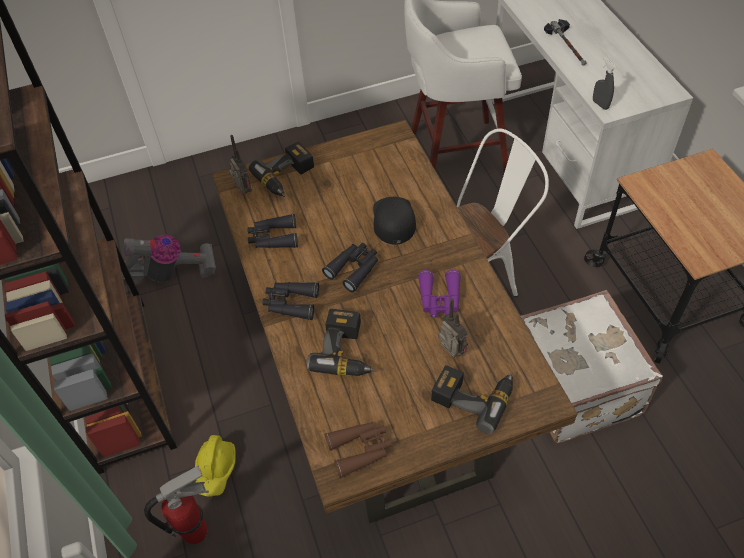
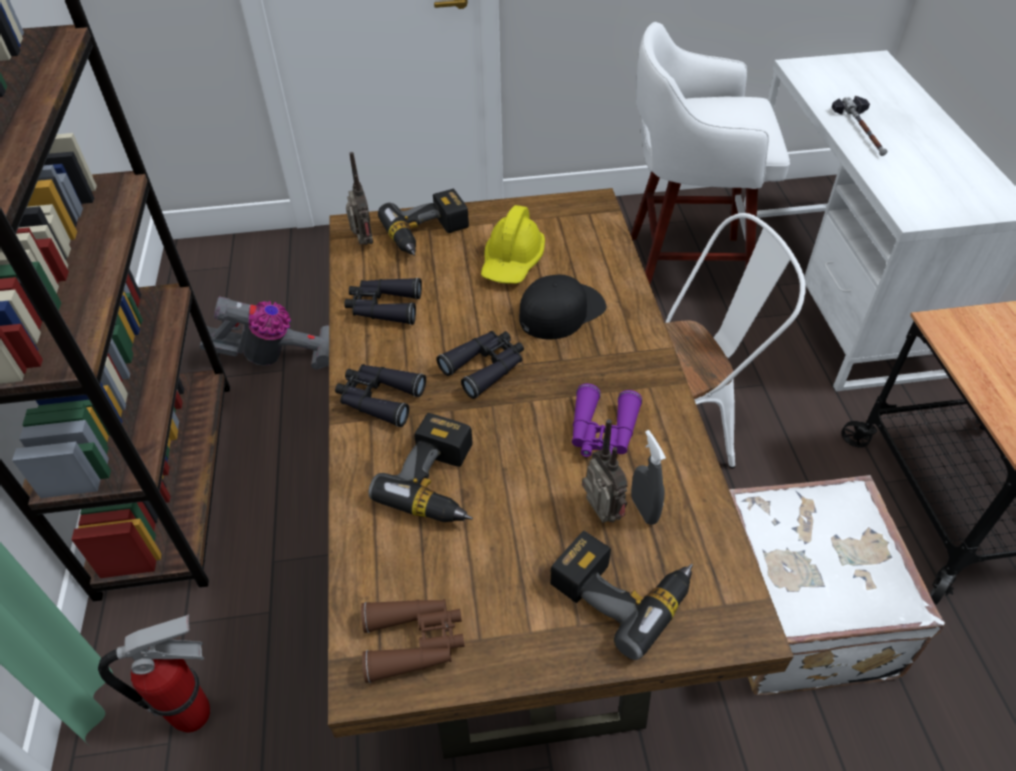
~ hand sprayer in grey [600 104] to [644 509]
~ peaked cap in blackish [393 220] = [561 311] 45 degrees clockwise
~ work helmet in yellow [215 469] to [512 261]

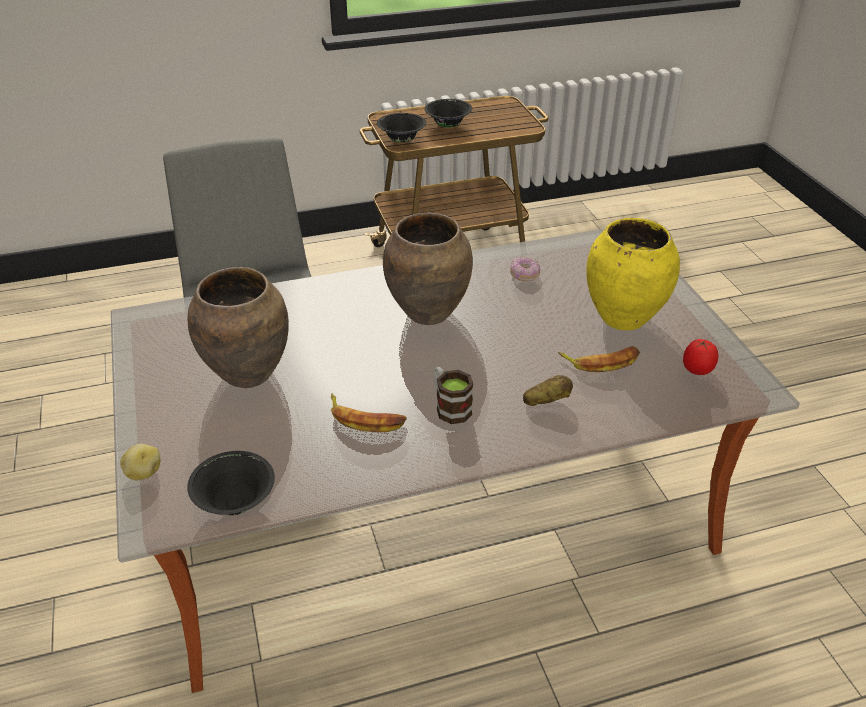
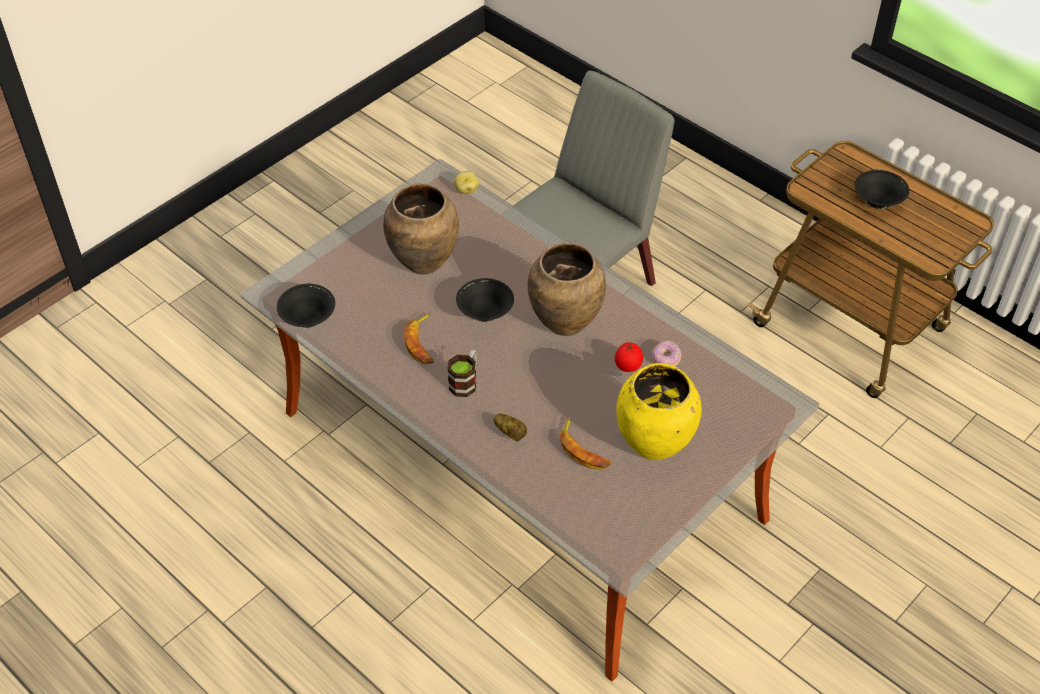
~ deep dish in blackish [402 140] to [485 314]
~ whole tomato [697 371] to [627 367]
~ whole potato [143 473] to [466 189]

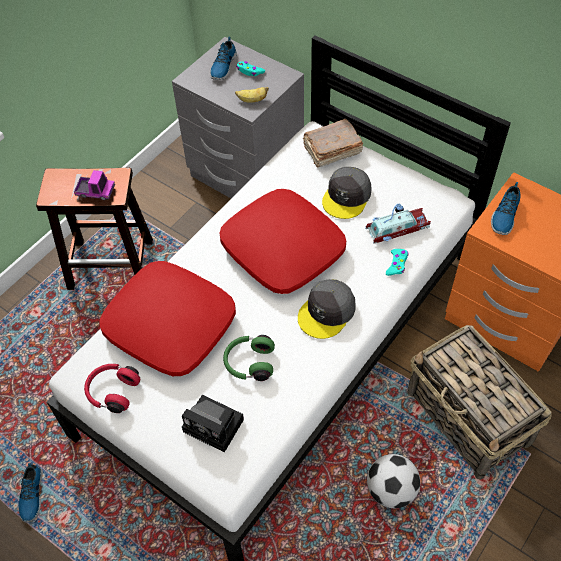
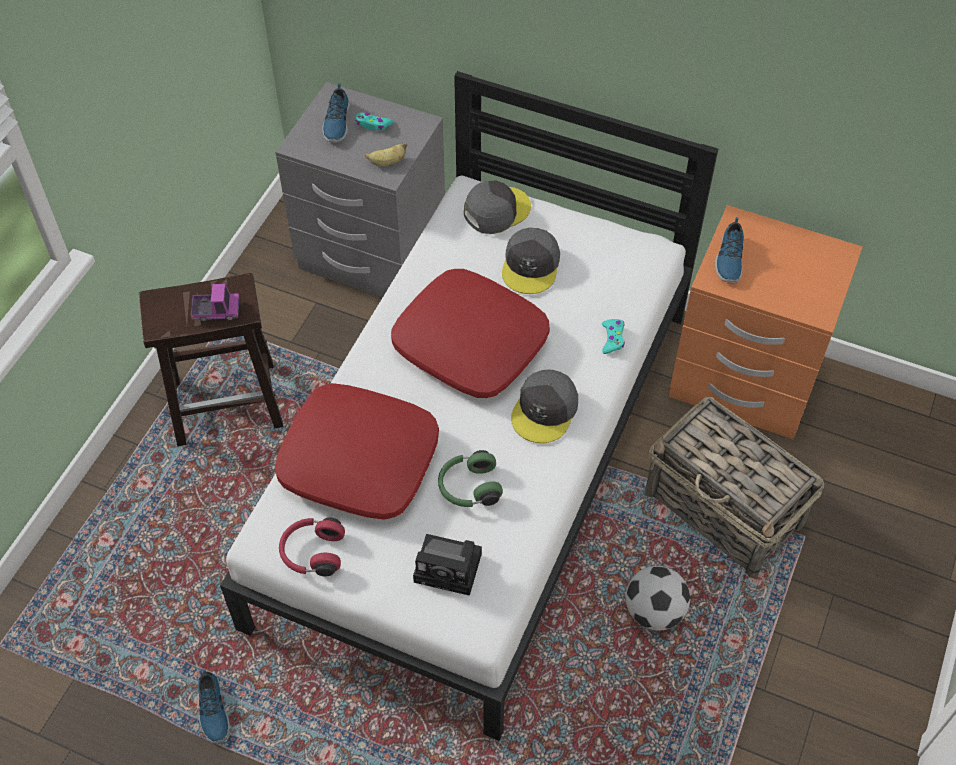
~ volume in brown [331 151] to peaked cap in grey [496 210]
- toy car [396 227]

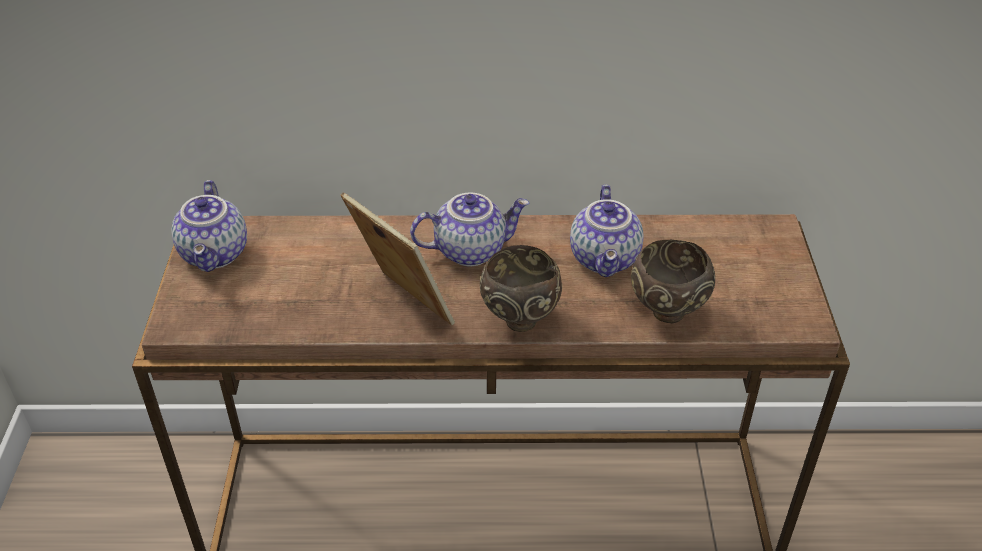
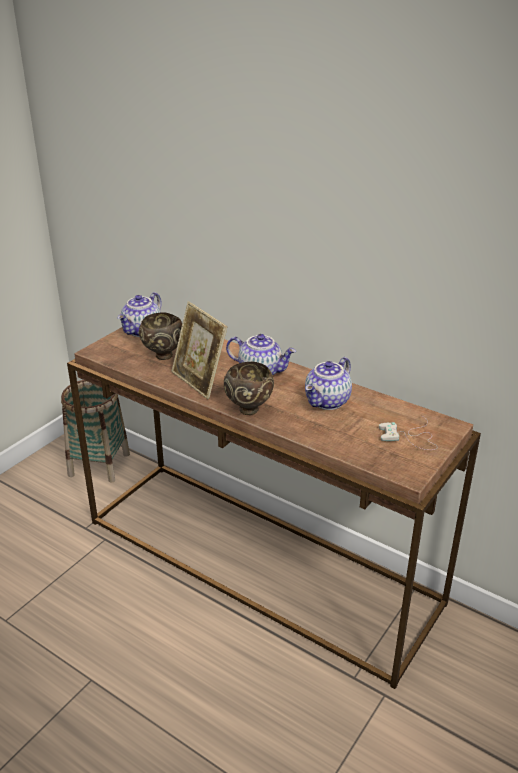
~ picture frame [402 306] = [199 381] 150 degrees clockwise
~ deep dish in brown [665 313] to [162 355]
+ household basket [99 464]
+ game controller in whitish [410 437]

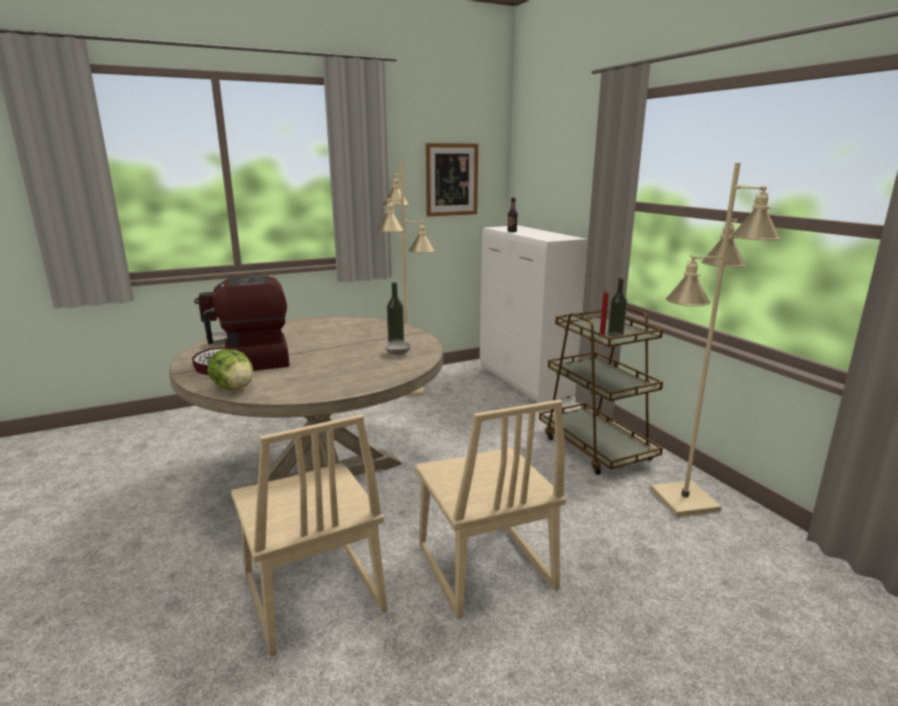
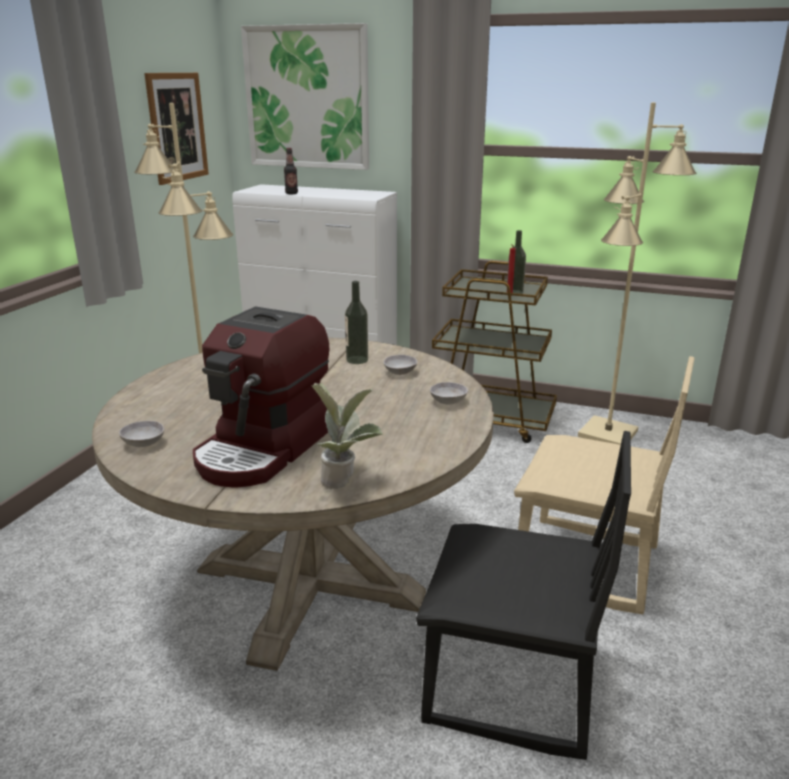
~ lettuce [234 388] to plant in a pot [345 481]
~ upright chair in beige [311 595] to upright chair in blackish [511 687]
+ wall art [307 98]
+ deep dish in grey [448 401]

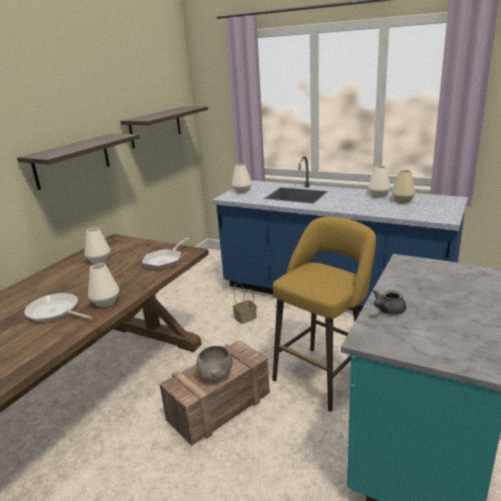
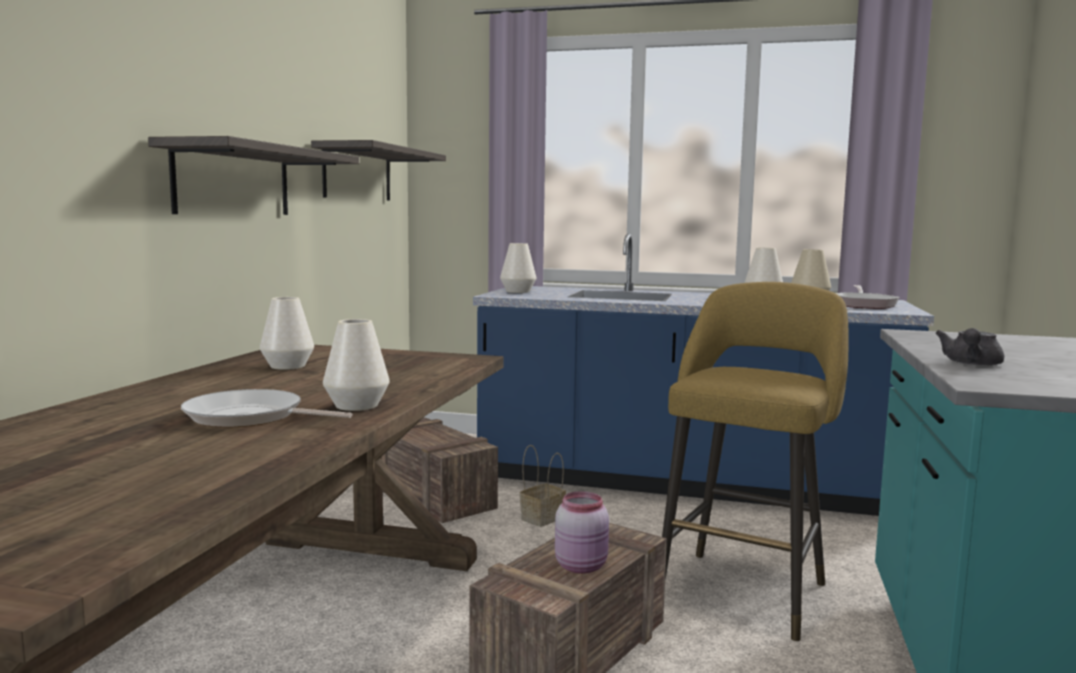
~ pan [165 261] to [863 305]
~ deep dish in grey [215 375] to preserve jar in pink [582 566]
+ shipping crate [434 498]

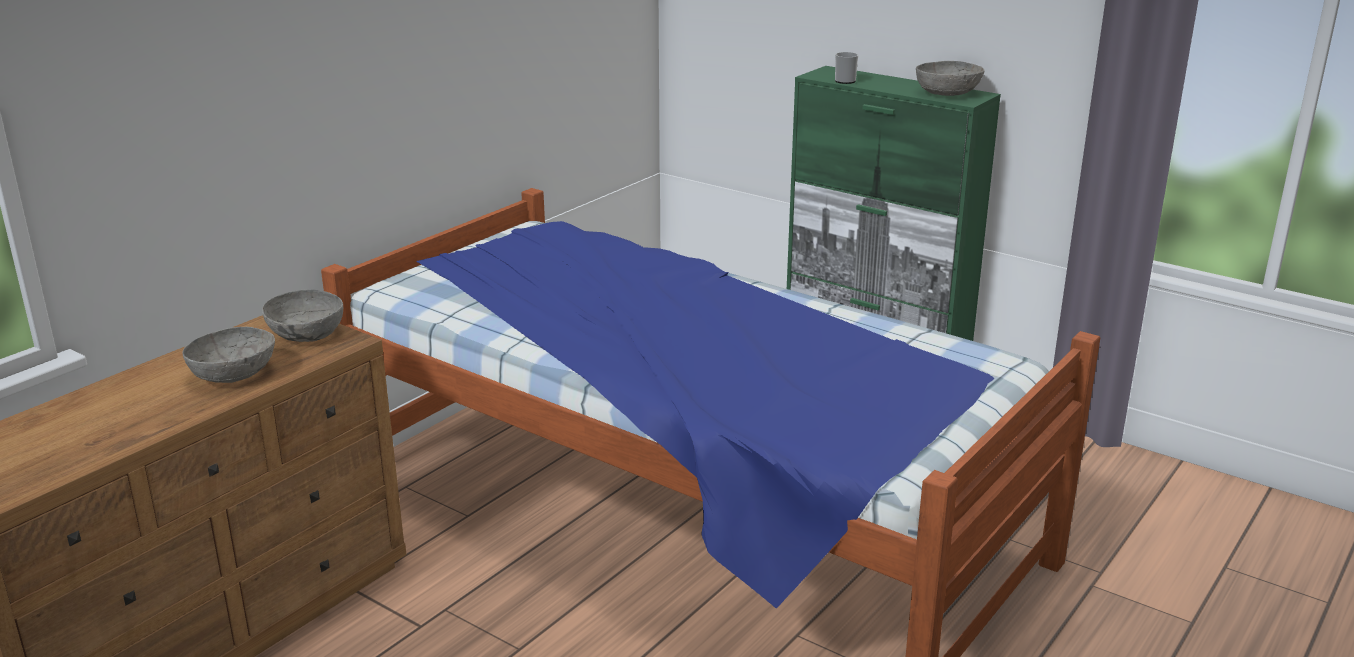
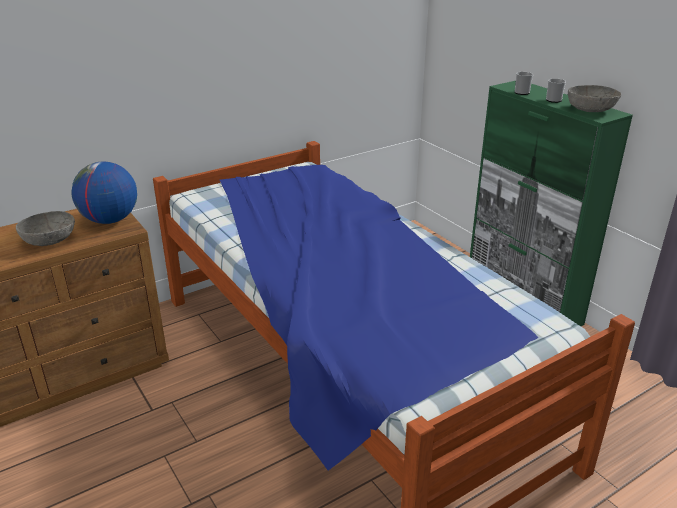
~ deep dish in grey [306 334] to globe [109 220]
+ mug [552 99]

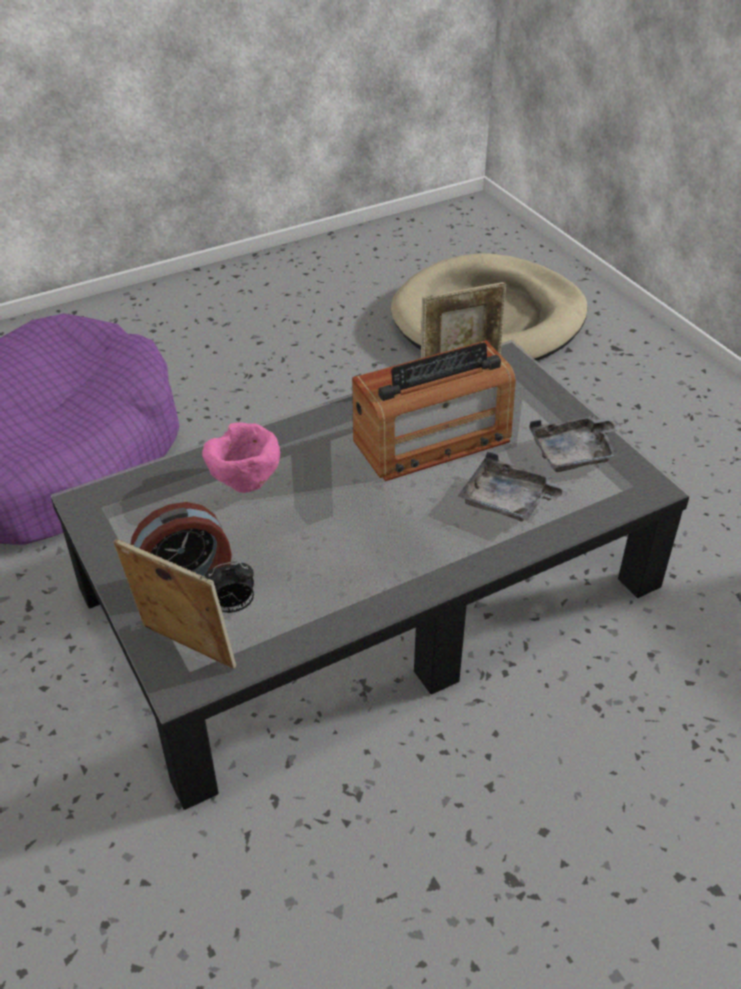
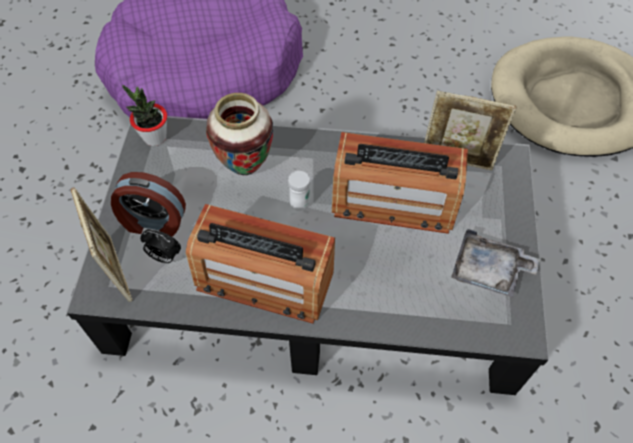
~ deep dish in pink [244 483] to flower vase [245 167]
- carrying tray in grey [509 501]
+ plant in a pot [154 137]
+ mug in whitish [301 200]
+ radio set [264 280]

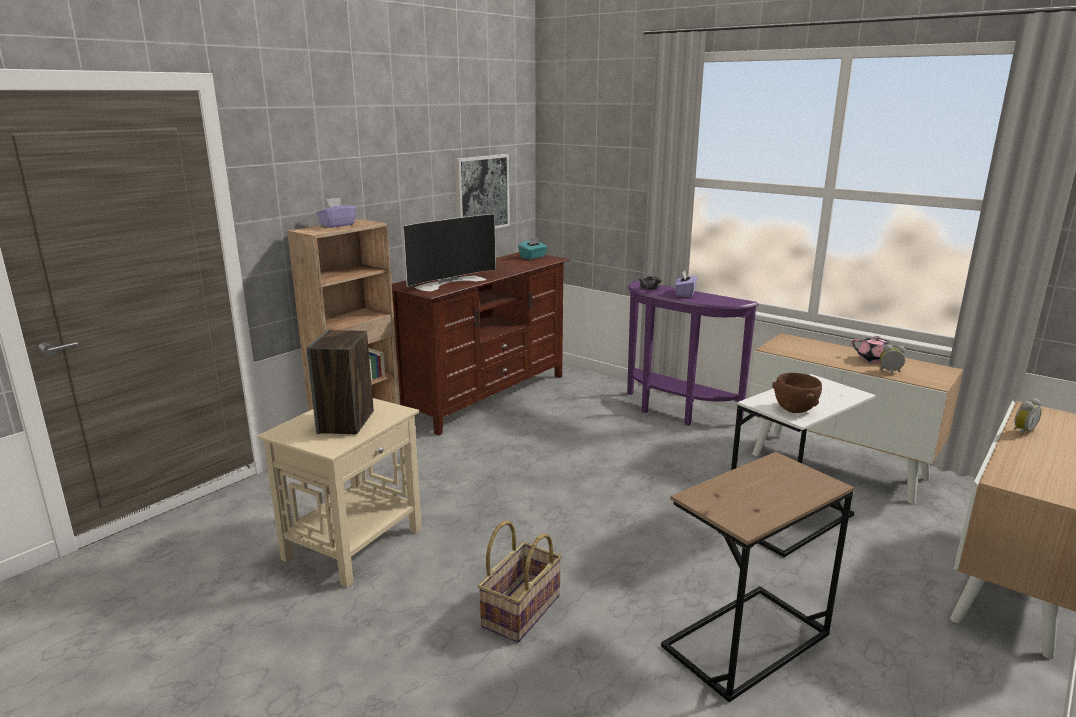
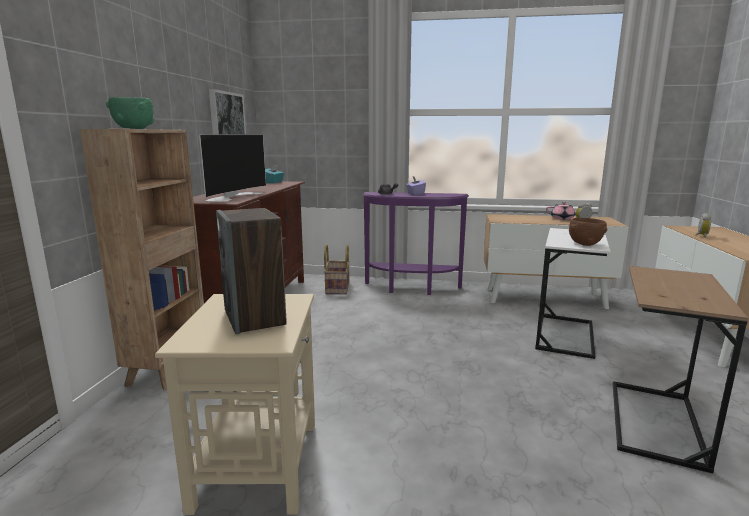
~ box of tissues in purplish [337 225] to deep dish in green [134 128]
~ household basket [520 610] to [337 288]

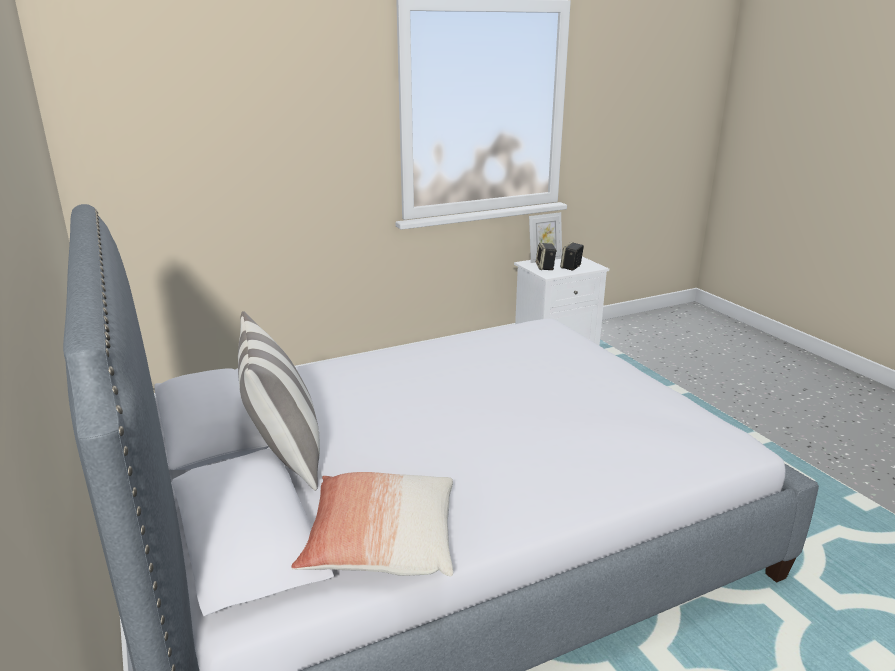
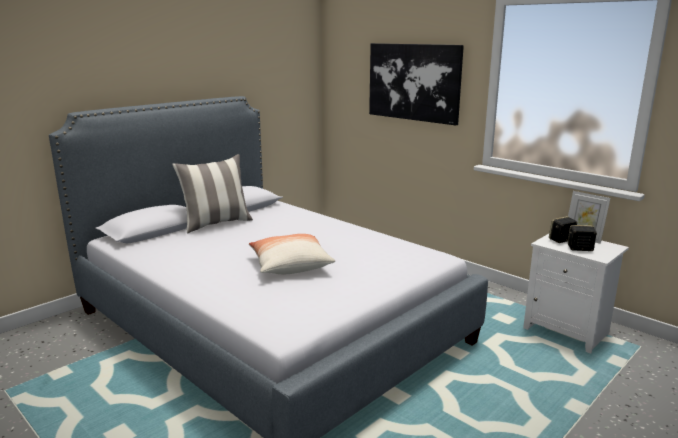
~ pillow [381 543] to [290 265]
+ wall art [413 82]

